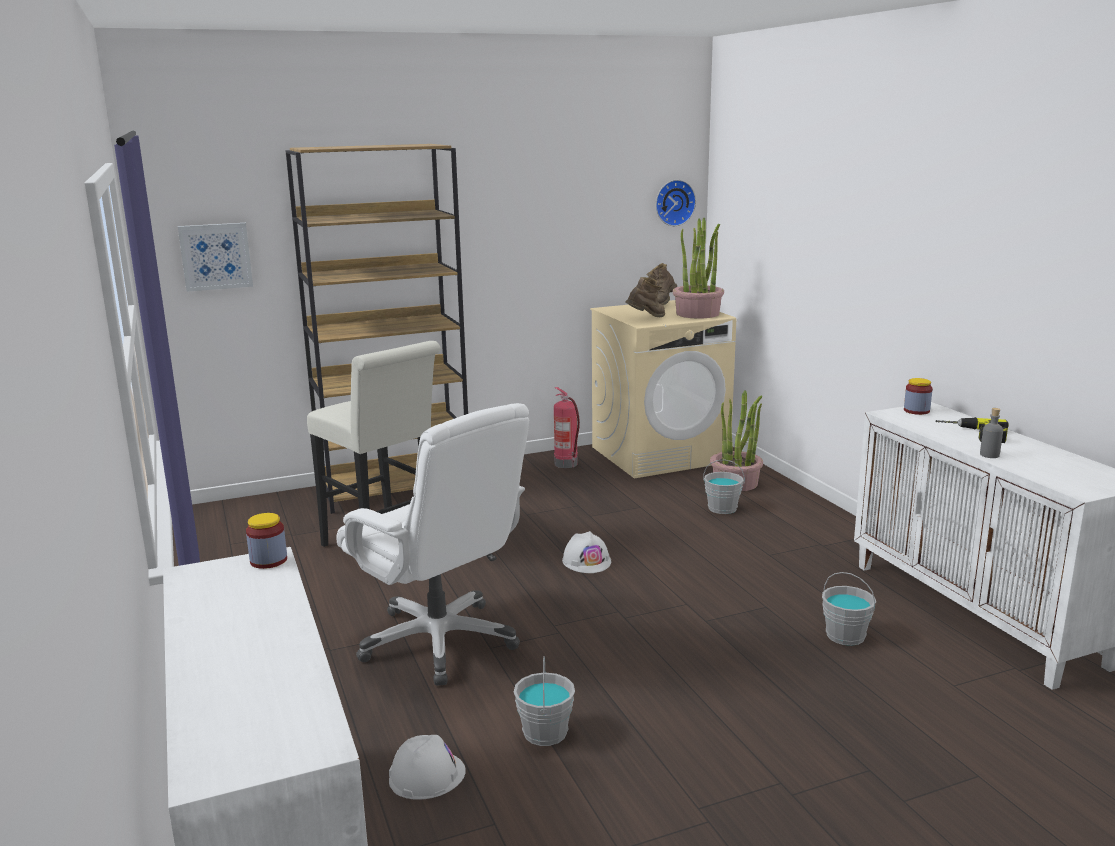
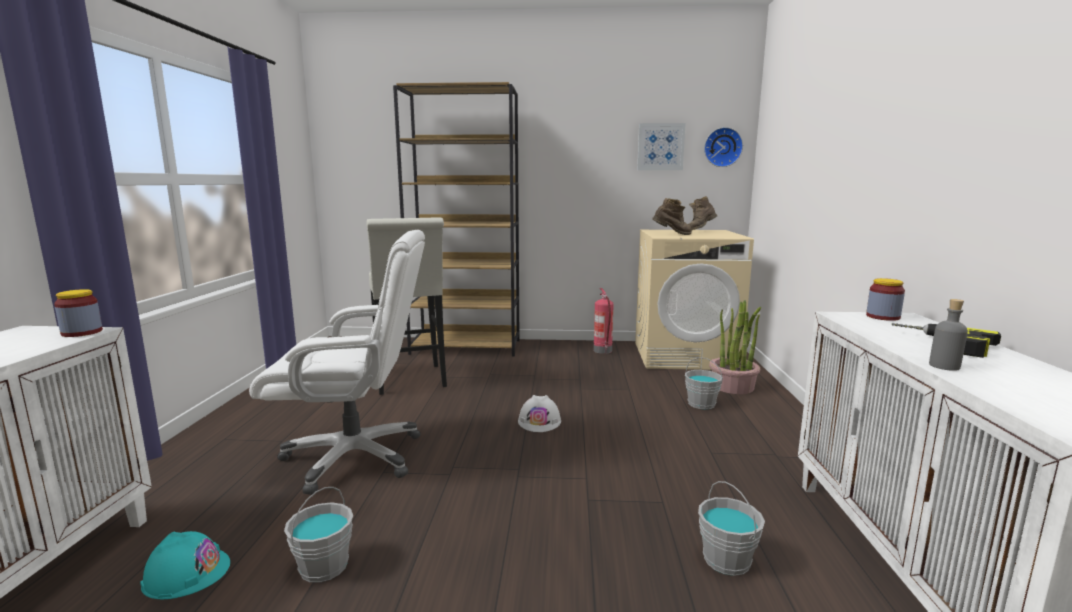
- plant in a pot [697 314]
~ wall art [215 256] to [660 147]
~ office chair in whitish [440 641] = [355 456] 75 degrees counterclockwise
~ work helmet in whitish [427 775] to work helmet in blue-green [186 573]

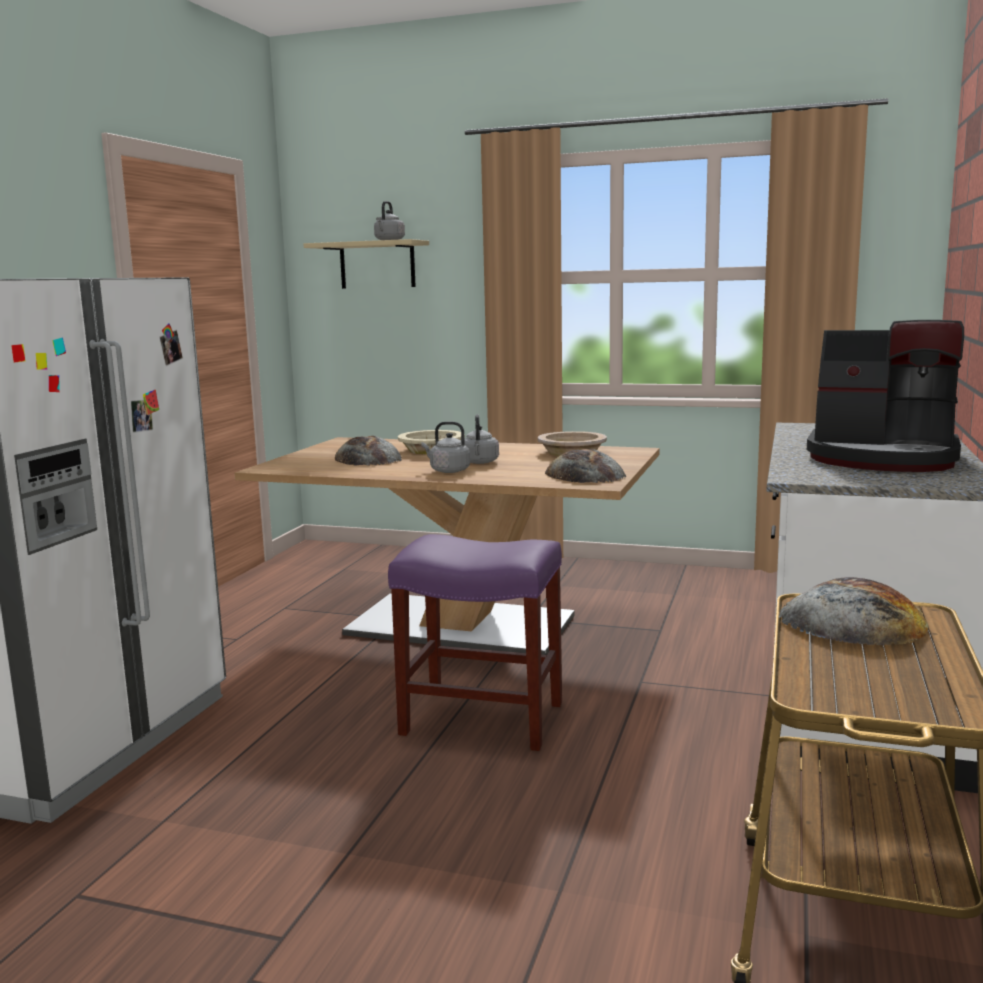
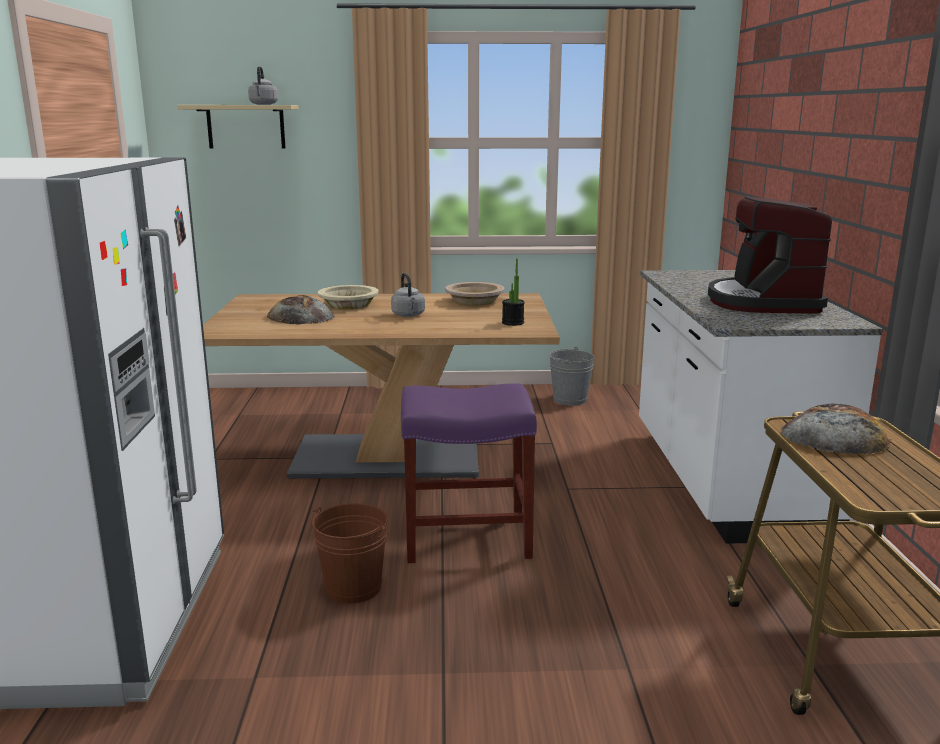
~ coffee machine [883 458] = [763 302] 90 degrees clockwise
- water kettle in grey [447 471]
~ baked bread [585 475] to plant in a pot [513 323]
+ water bucket in grey [570 399]
+ water bucket in brown [353 588]

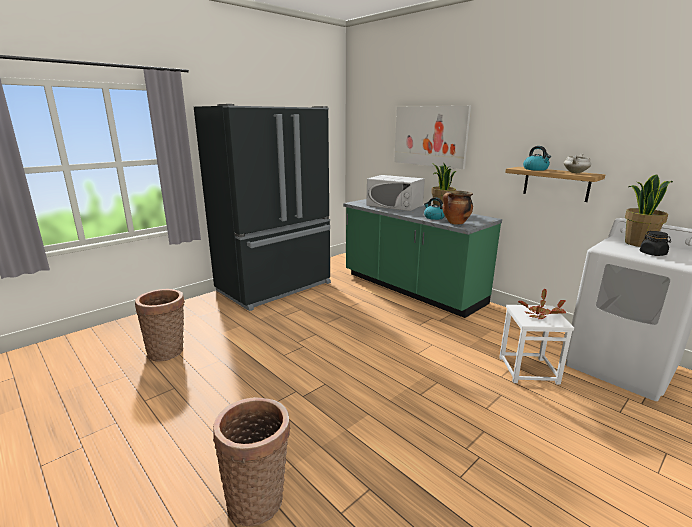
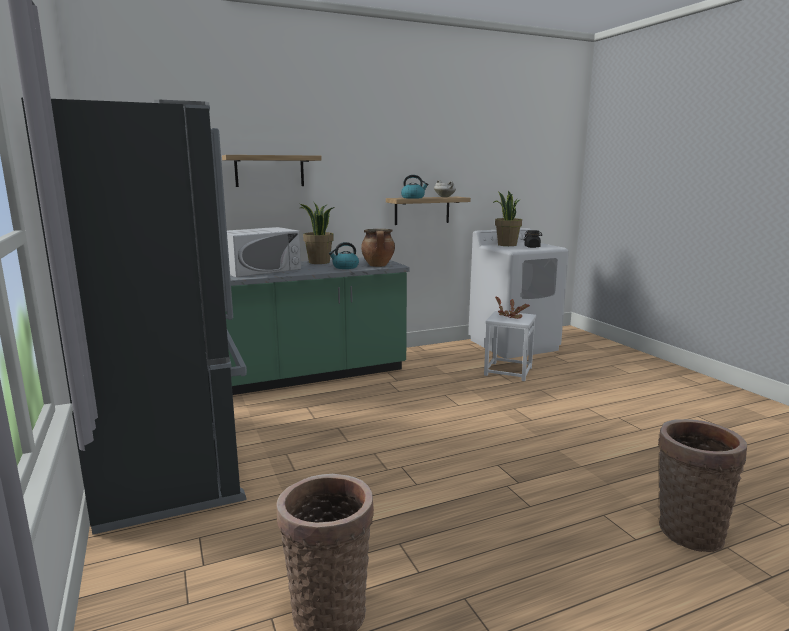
~ wall art [430 136] to shelf [269 171]

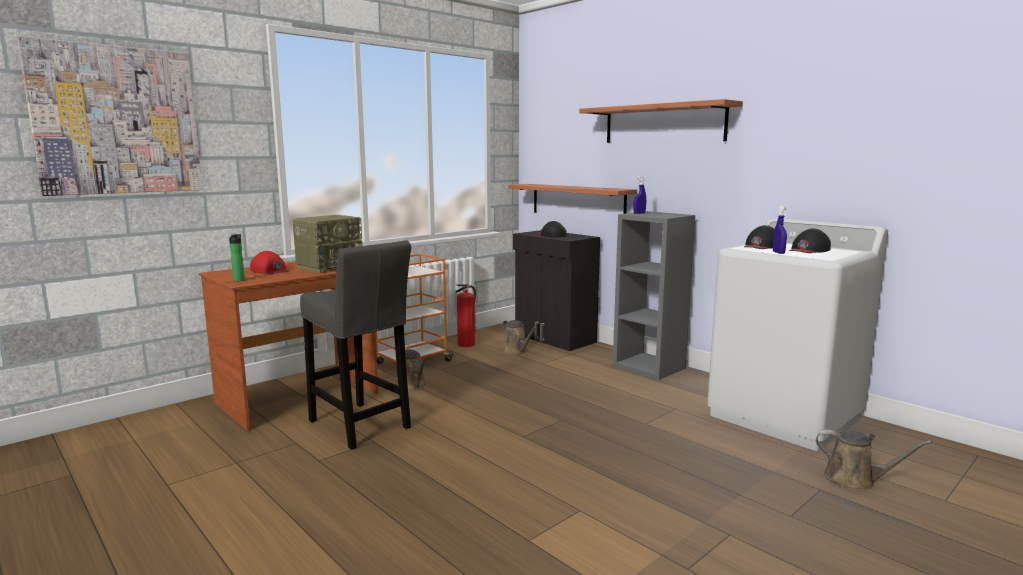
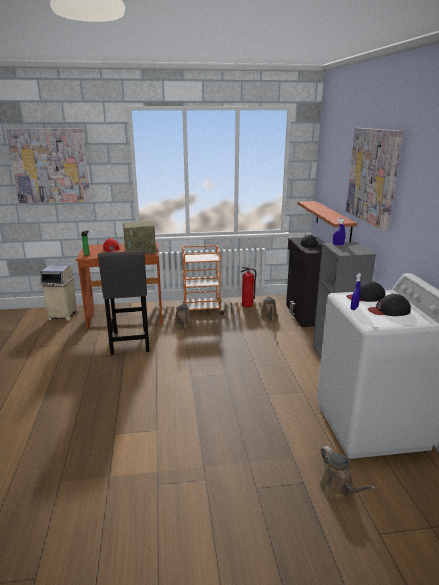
~ shelf [663 124] to wall art [373 176]
+ rubbish bin in beige [63 315]

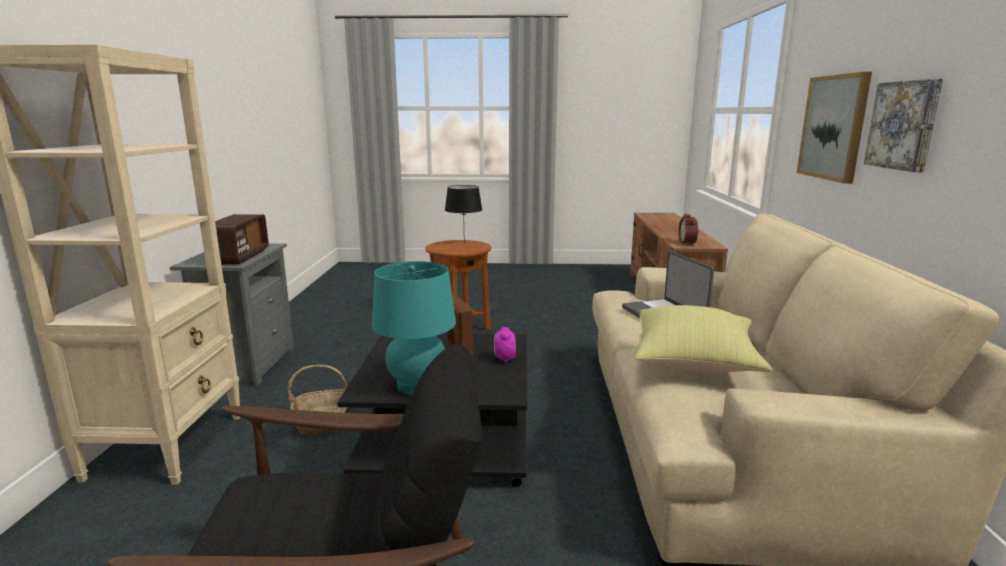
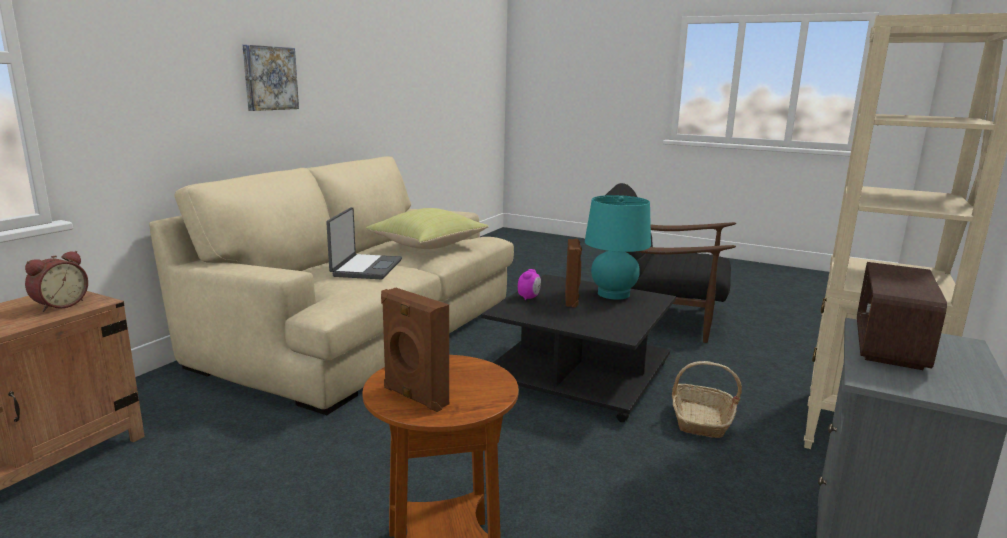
- wall art [834 127]
~ table lamp in blackish [463 243] to loudspeaker in brown [414 397]

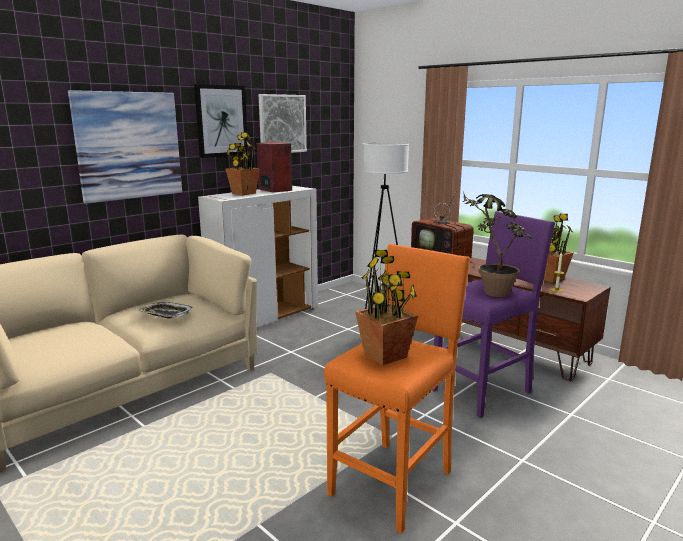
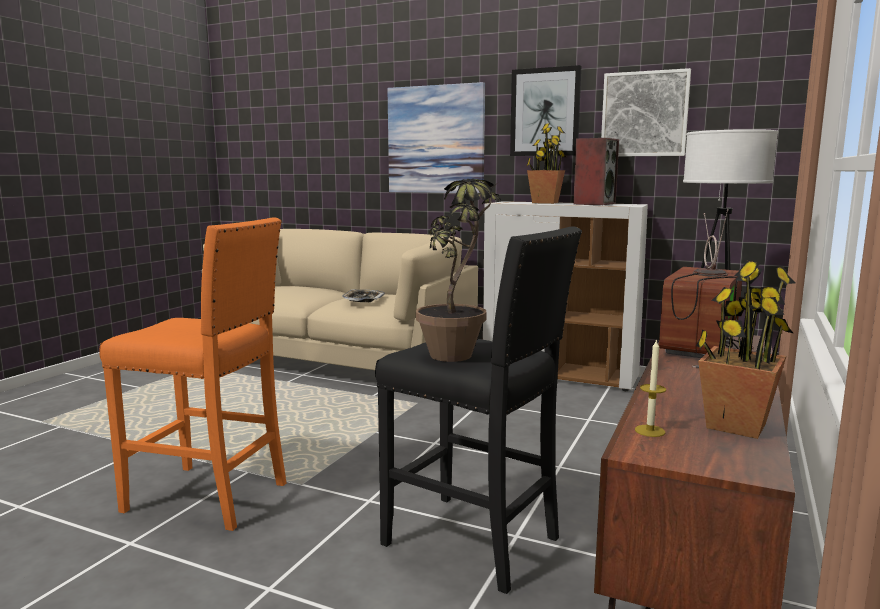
~ stool seat in purplish [483 391] to stool seat in blackish [474 542]
- plant in a pot [385 355]

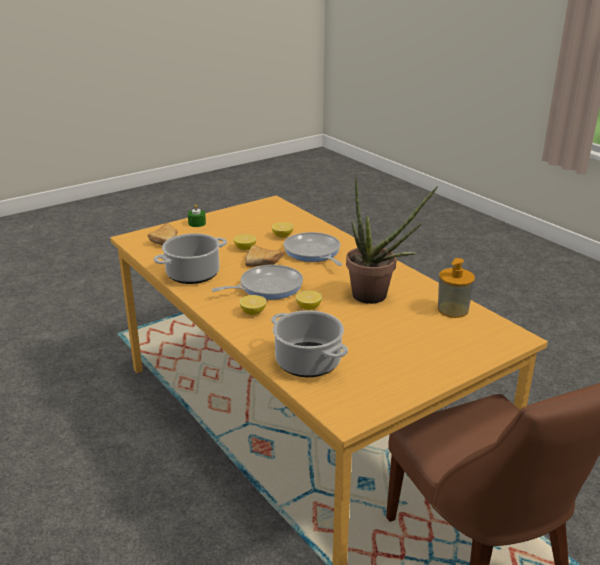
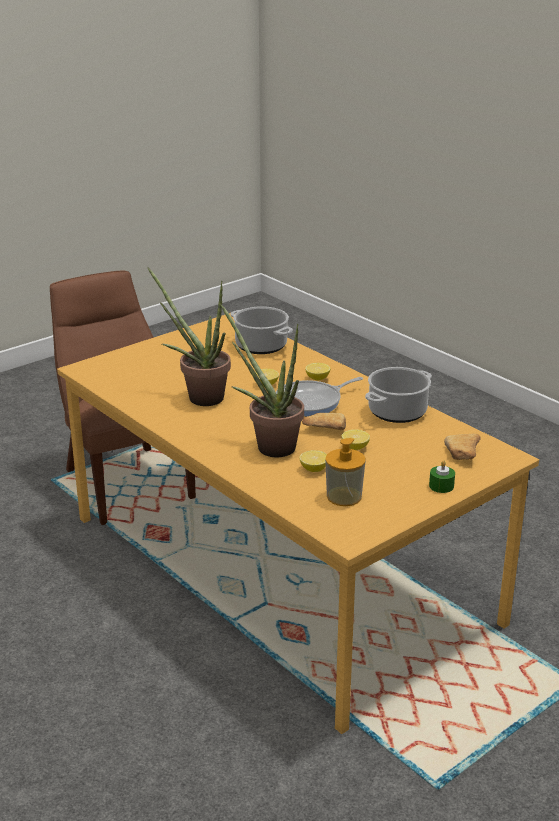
~ pan [313 252] to plant in a pot [269 445]
~ liquid soap bottle [453 310] to [344 496]

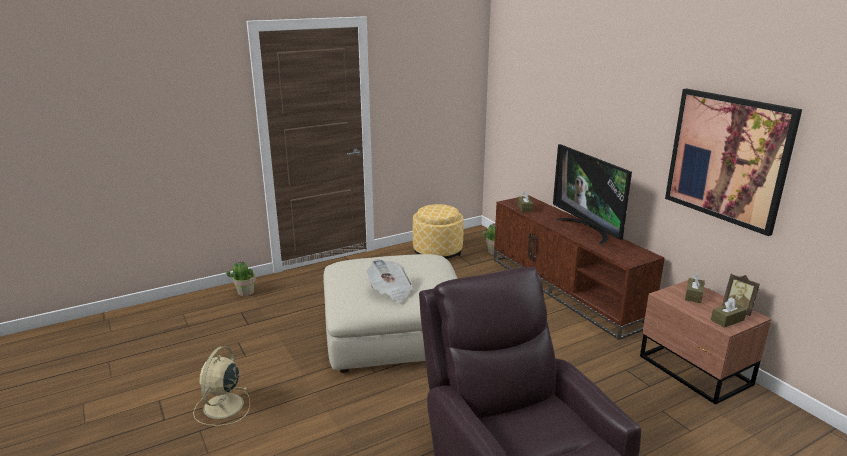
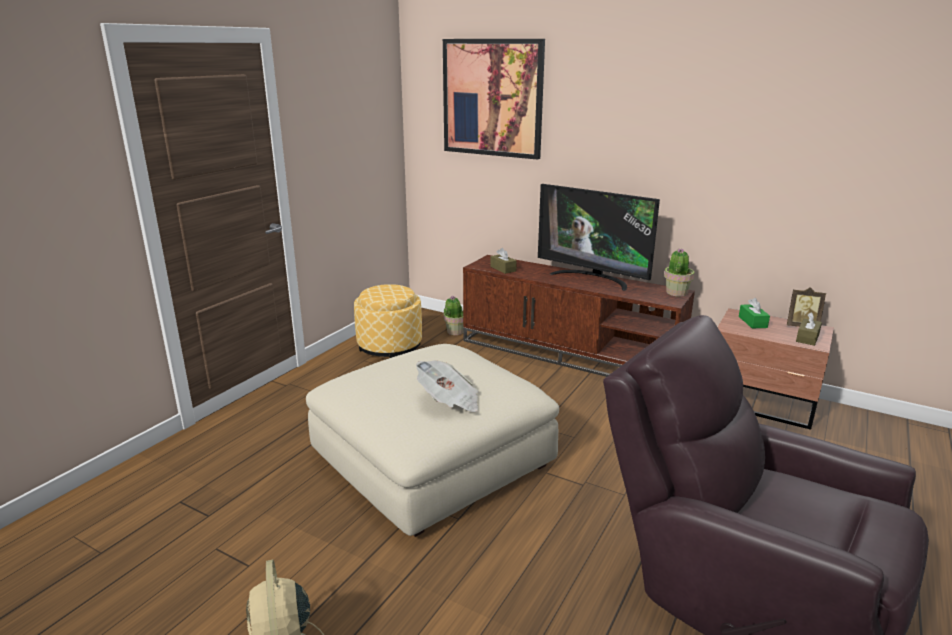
~ wall art [727 158] to [492 98]
~ plant in a pot [245 292] to [676 293]
~ box of tissues in brown [693 295] to box of tissues in green [752 322]

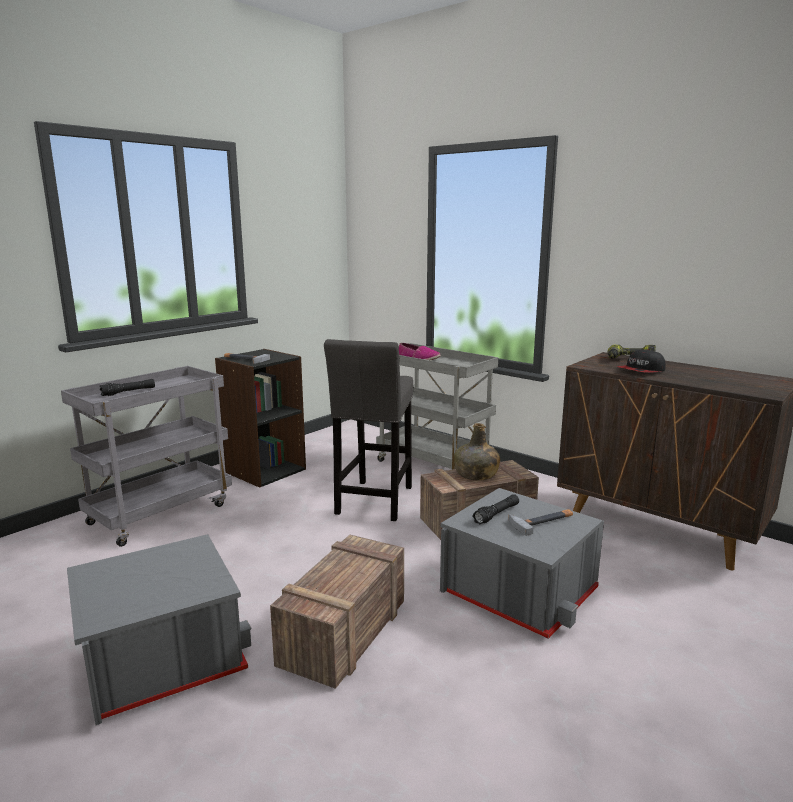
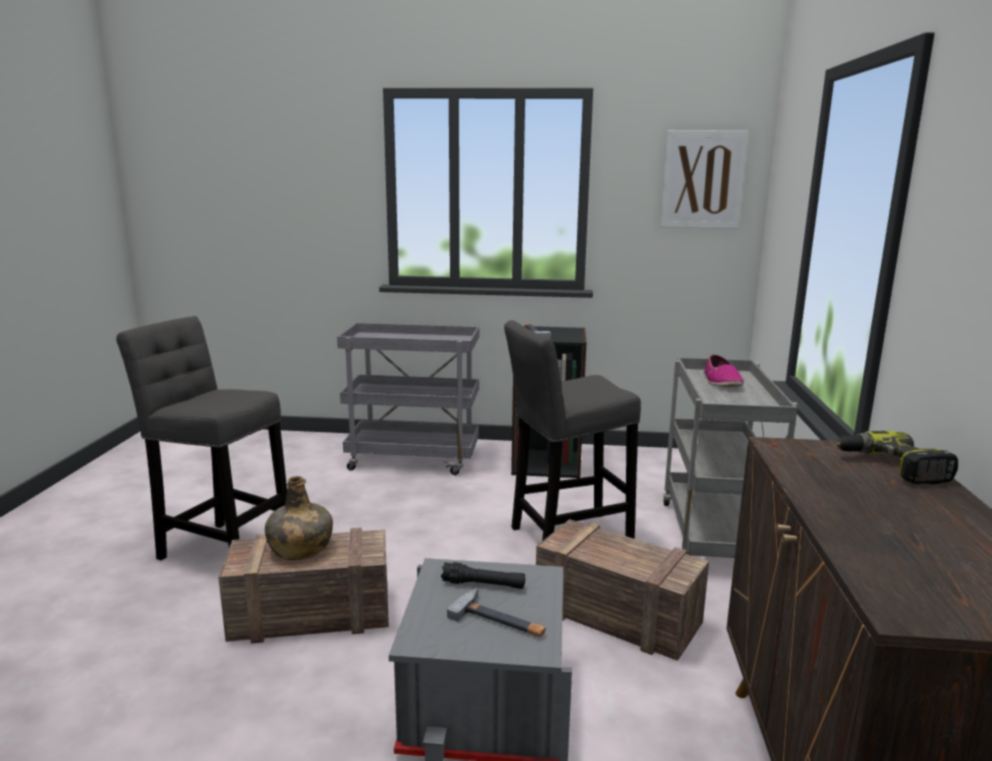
- peaked cap [641 371]
- torch in blackish [128 392]
~ beverage bottle in green [476 475] to [300 549]
~ storage container in grey [161 658] to stool seat in grey [222 550]
+ wall art [702 180]

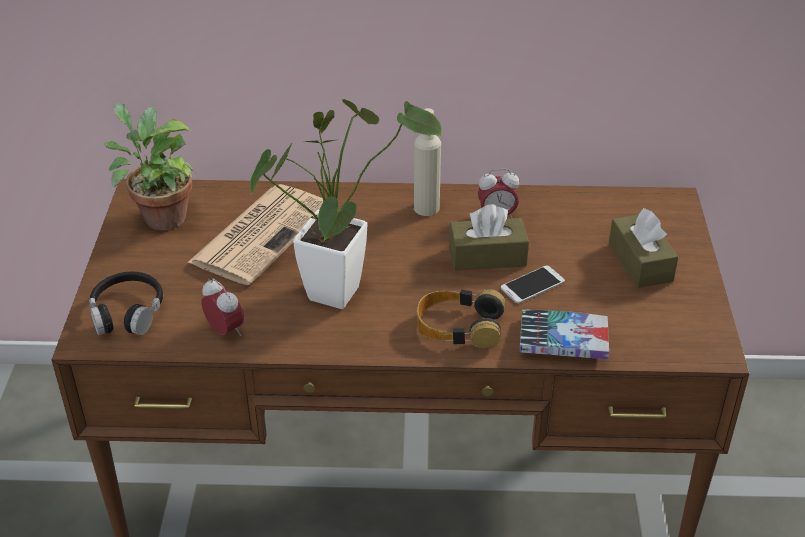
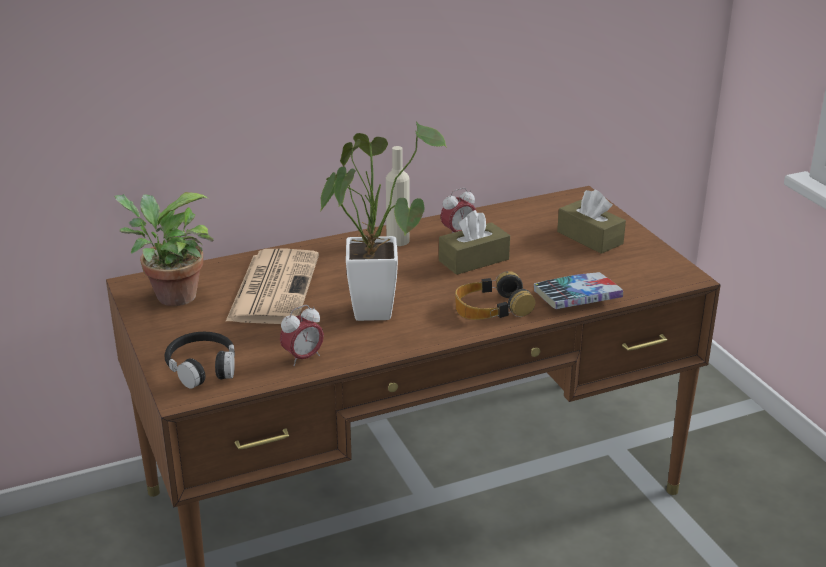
- phone [532 285]
~ table clock [225 331] = [303 358] 120 degrees clockwise

